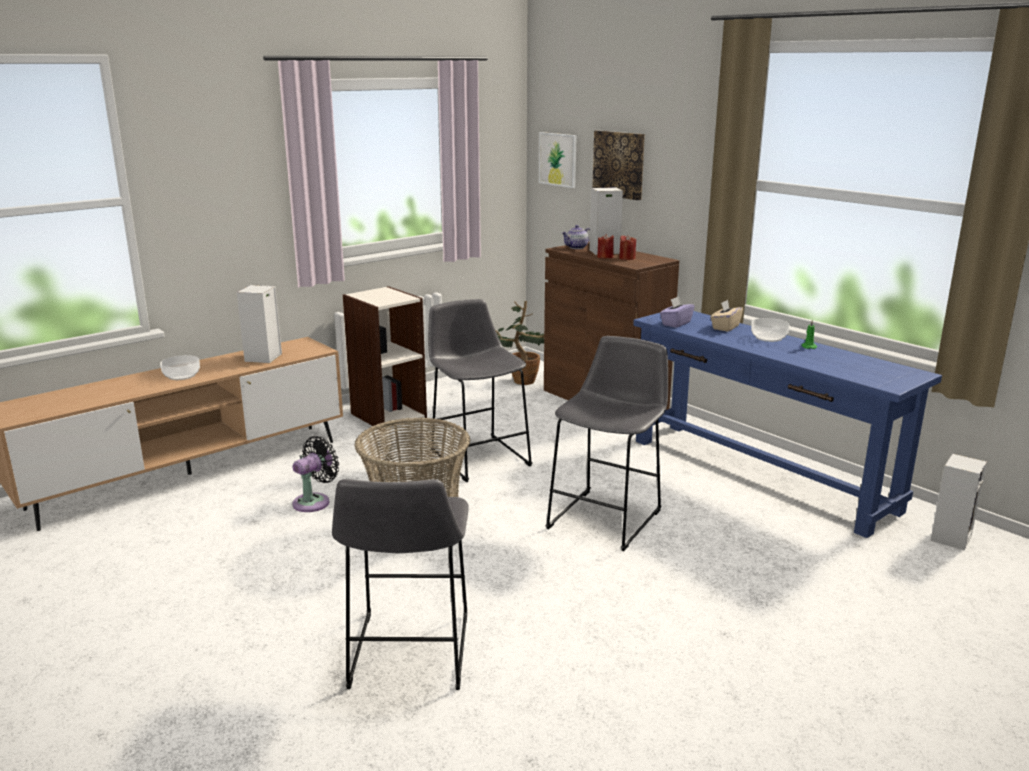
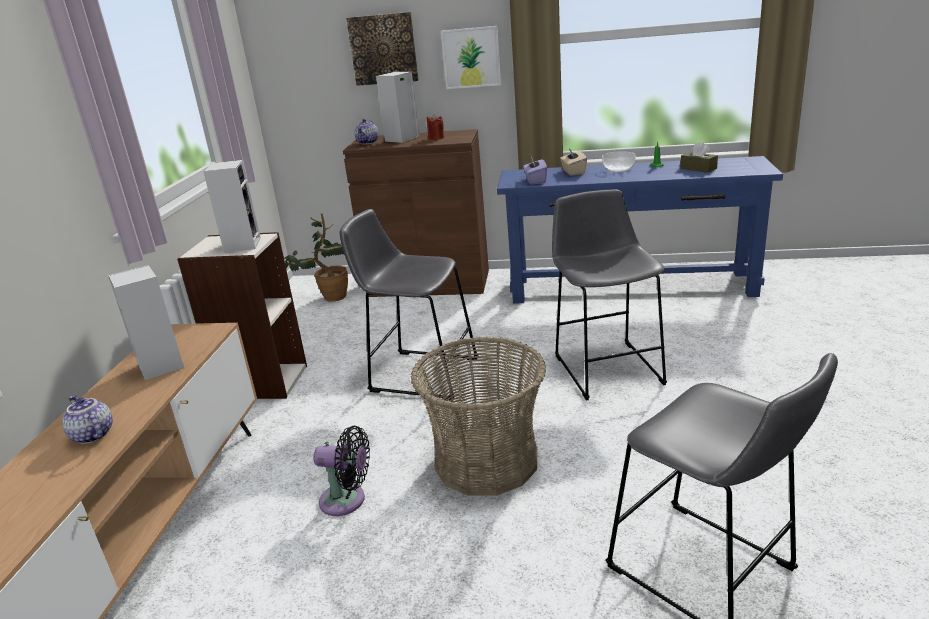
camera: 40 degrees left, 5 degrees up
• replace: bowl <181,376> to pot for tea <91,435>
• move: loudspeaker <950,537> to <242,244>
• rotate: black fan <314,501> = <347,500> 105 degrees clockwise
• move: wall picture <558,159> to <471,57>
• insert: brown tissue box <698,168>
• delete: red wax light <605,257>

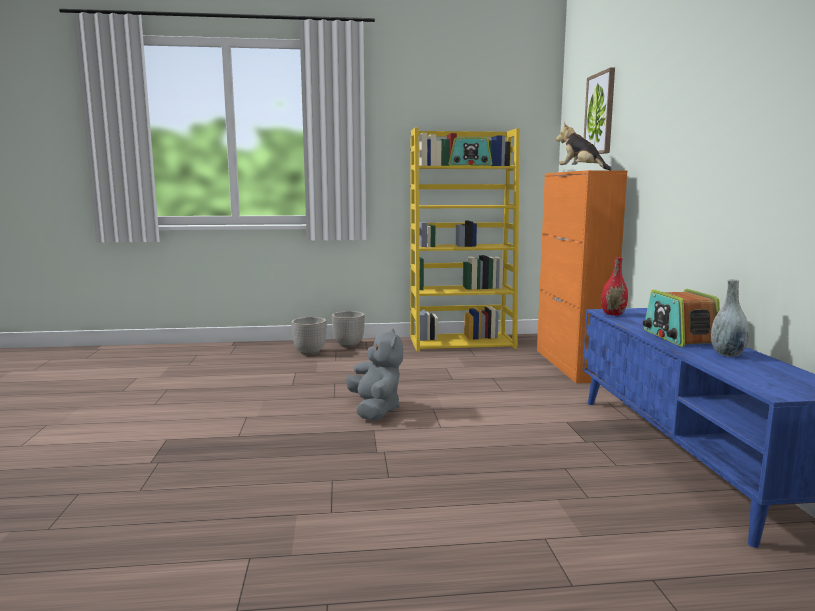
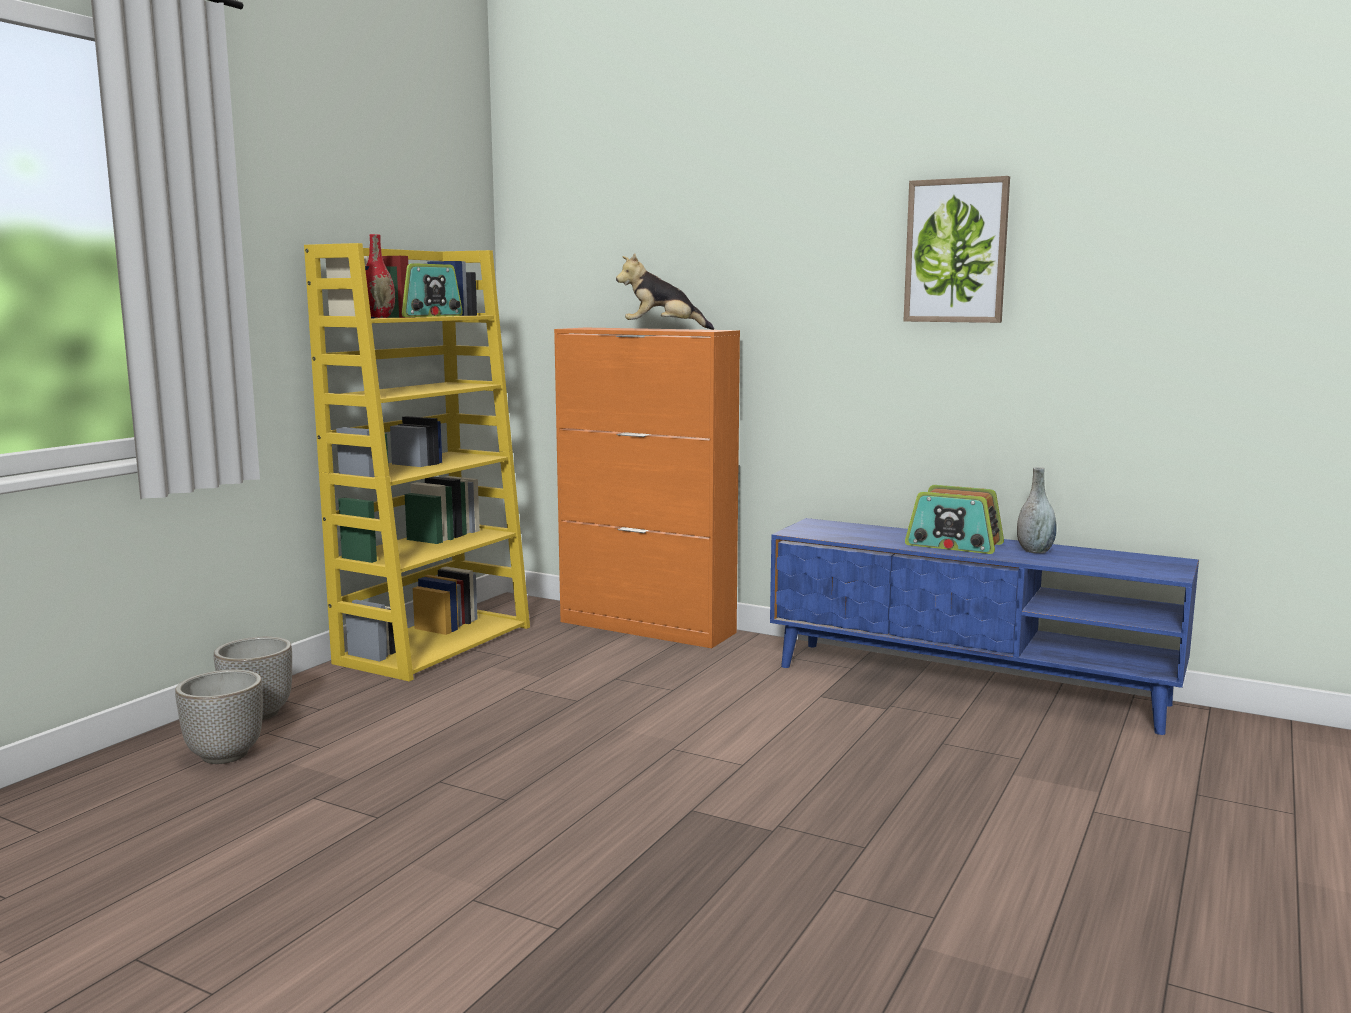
camera: 55 degrees left, 0 degrees up
• move: red vase <613,314> to <377,317>
• move: wall picture <600,114> to <956,251>
• delete: grey cuddly toy <375,410>

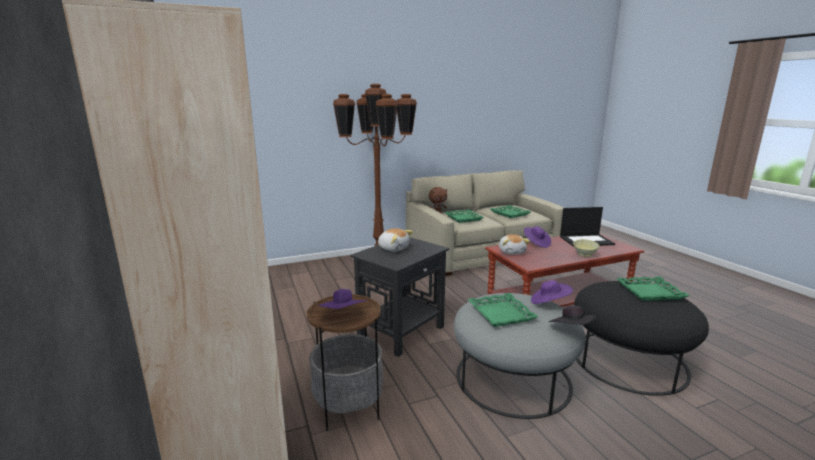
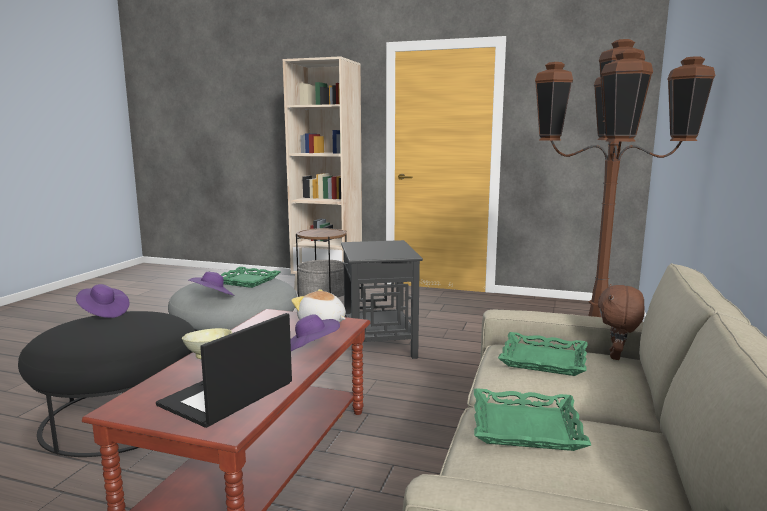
camera: 130 degrees right, 5 degrees down
• move: purple-coloured clothing hat <344,315> to <103,313>
• delete: cuddly toy <393,248>
• delete: black clothing hat <571,330>
• delete: green serving tray <650,292>

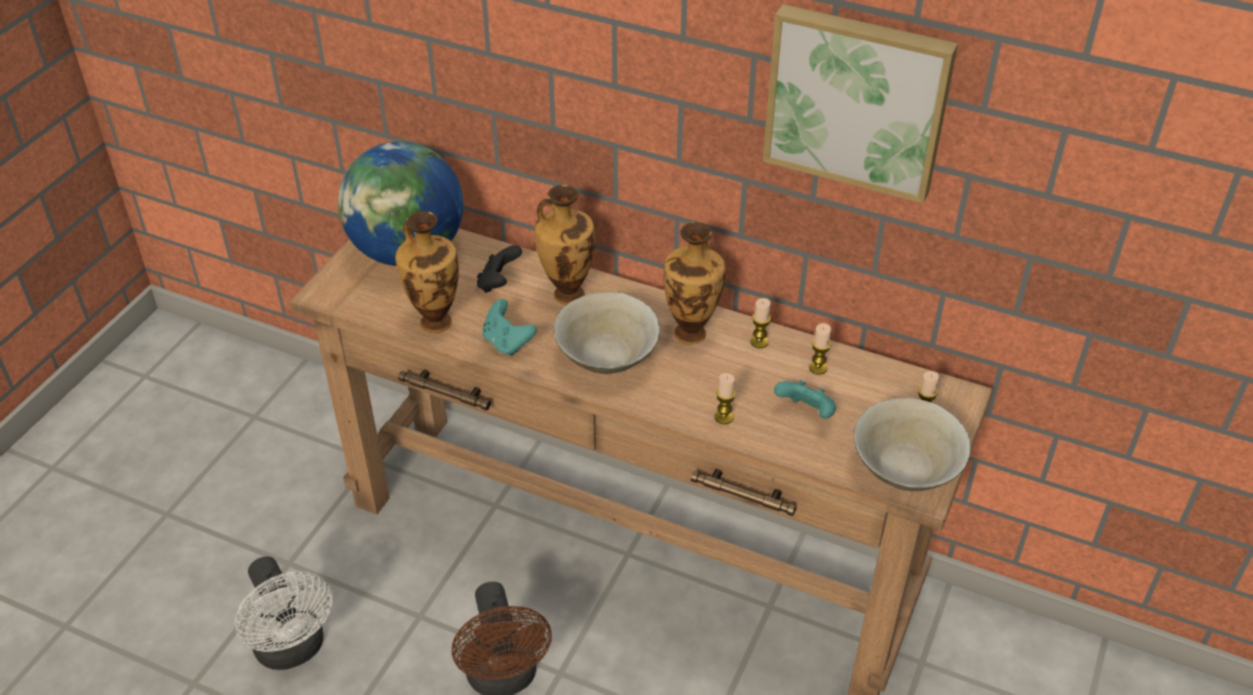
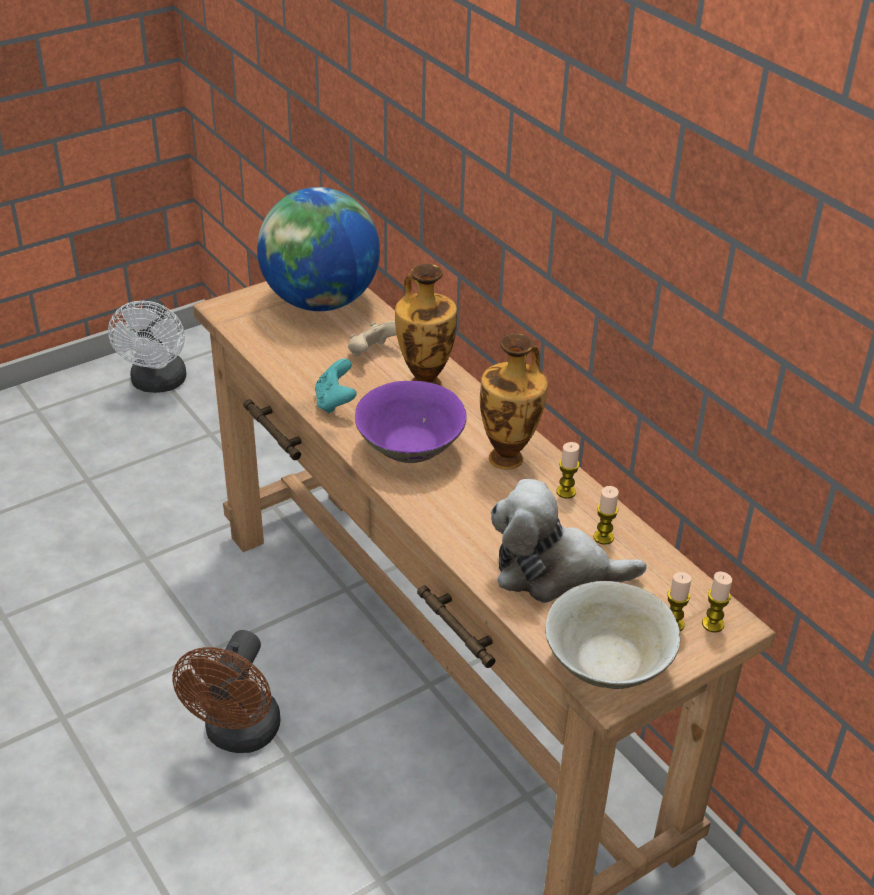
camera: 30 degrees right, 5 degrees down
• move: whitish fan <293,650> to <157,384>
• recolor: black gamepad <499,283> to beige gamepad <373,353>
• recolor: beige bowl <606,358> to purple-coloured bowl <410,448>
• replace: blue-green gamepad <806,413> to cuddly toy <554,571>
• move: wax light <724,417> to <713,624>
• delete: vase <435,320>
• delete: wall picture <857,100>

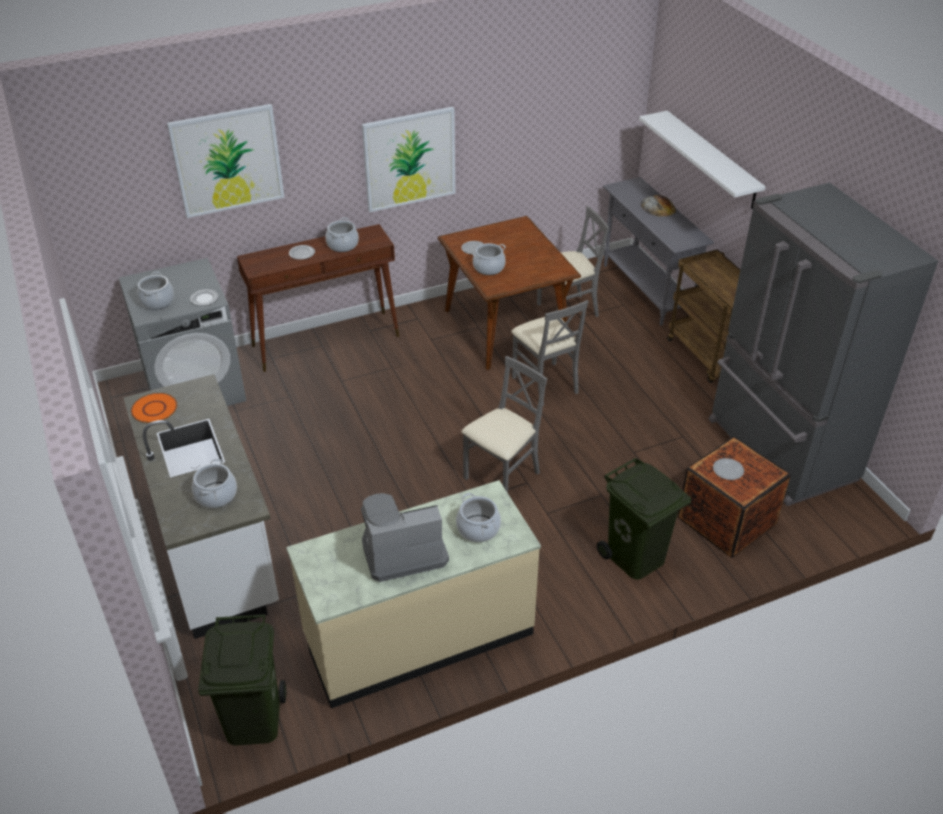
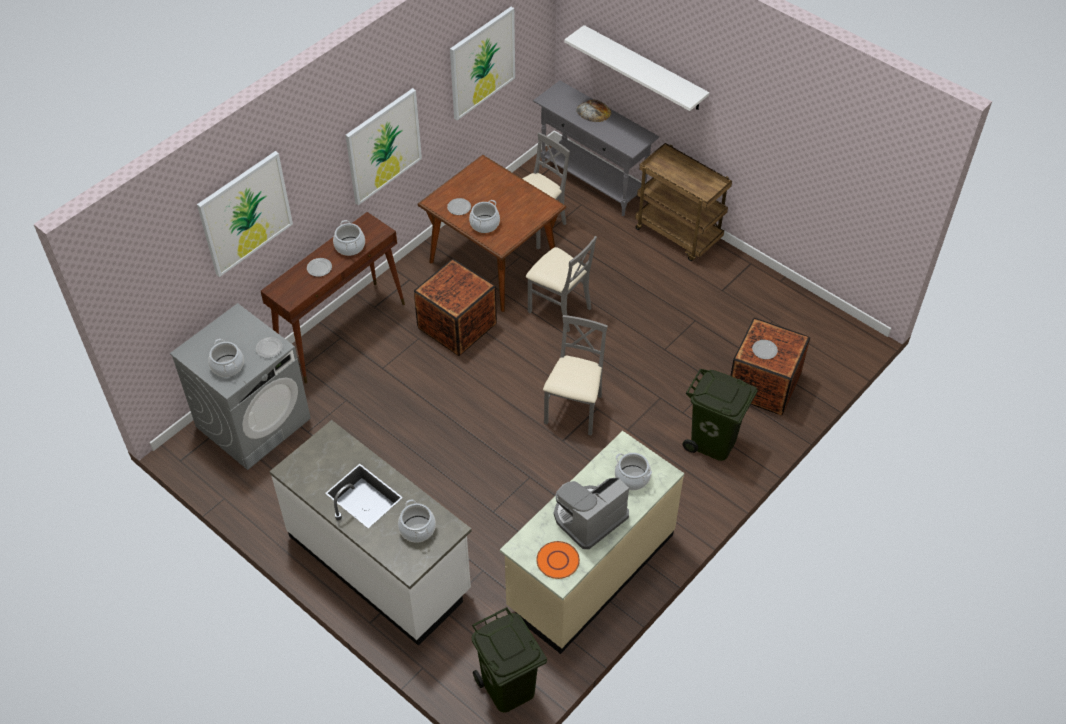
camera: 25 degrees left, 10 degrees up
• insert: packing crate <457,325>
• insert: wall picture <482,63>
• move: orangey flat dish <154,409> to <557,561>
• delete: grey fridge <779,451>

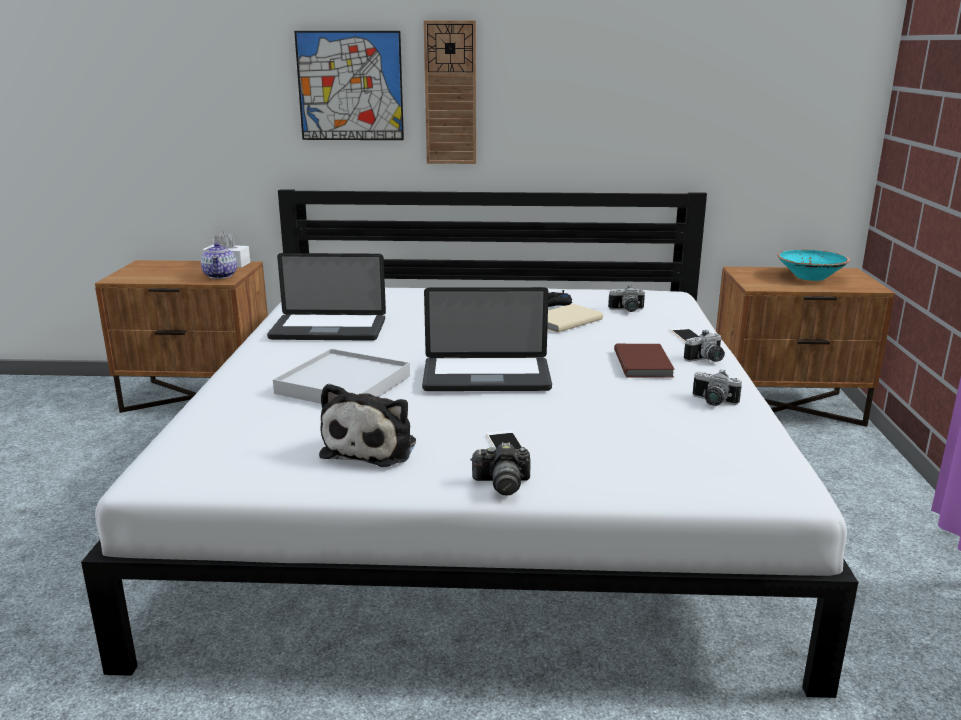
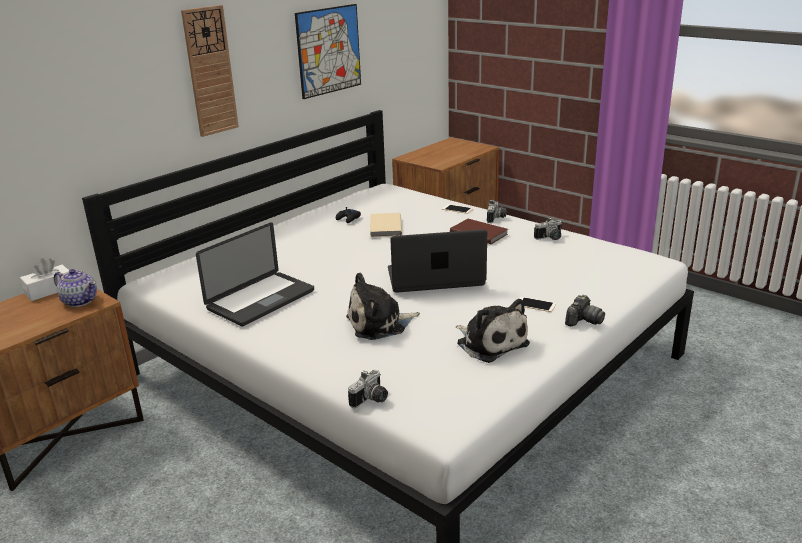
camera: 50 degrees left, 5 degrees up
• move: wall picture <350,86> to <329,50>
• replace: whitish serving tray <343,385> to cuddly toy <379,324>
• move: still camera <627,310> to <371,400>
• rotate: laptop <486,377> = <435,278> 135 degrees counterclockwise
• delete: blue-green bowl <810,277>

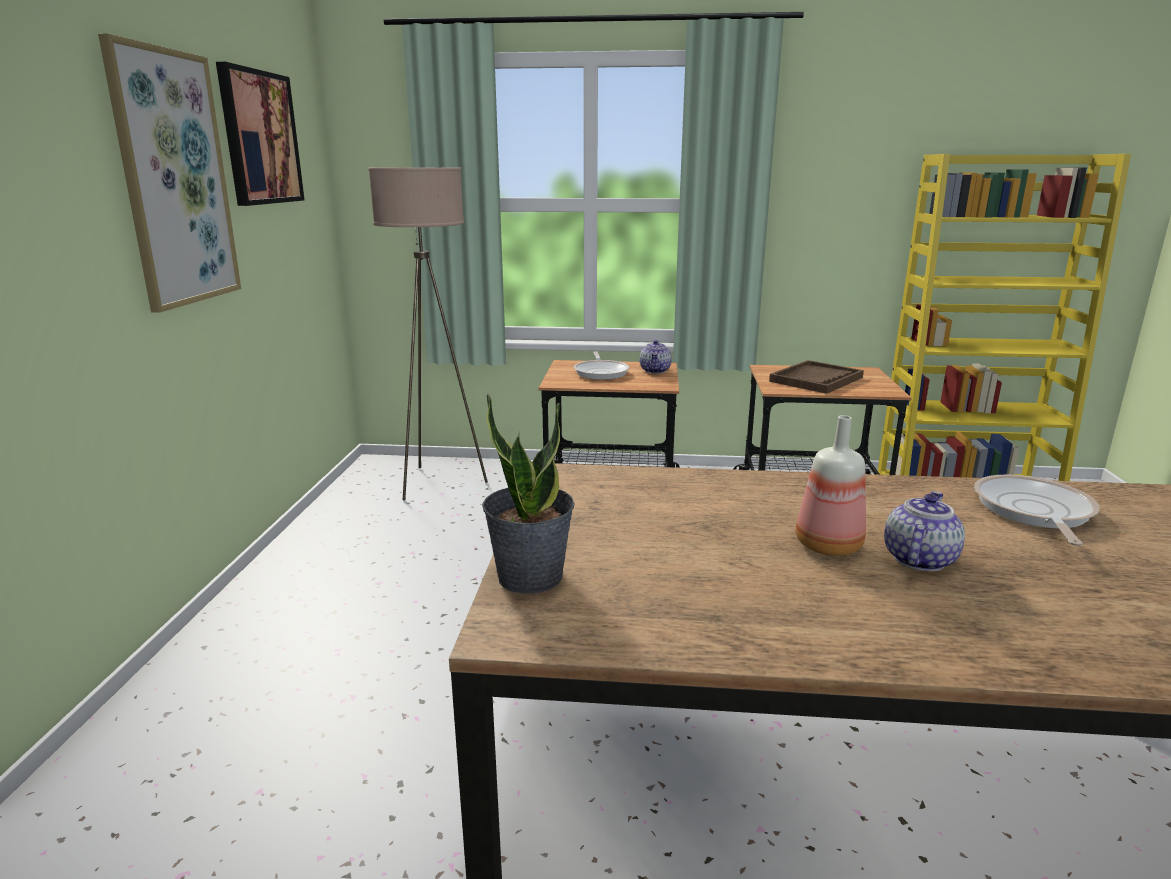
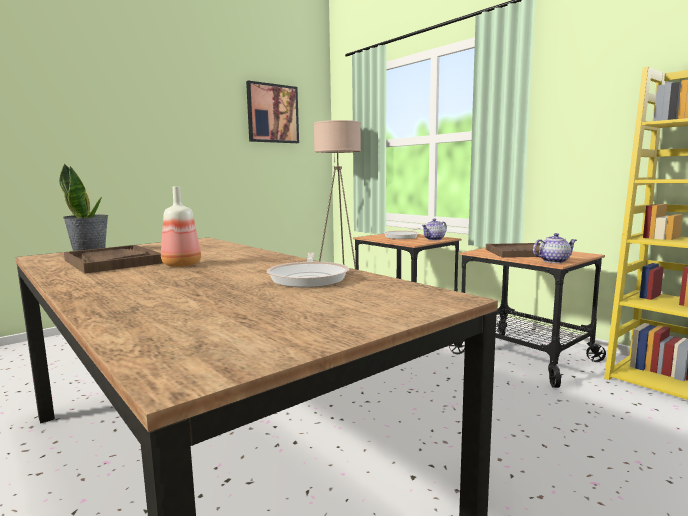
camera: 45 degrees right, 10 degrees down
• insert: brown serving tray <113,261>
• rotate: pan <1033,511> = <309,278> 120 degrees clockwise
• move: pot for tea <918,559> to <554,261>
• delete: wall picture <174,180>

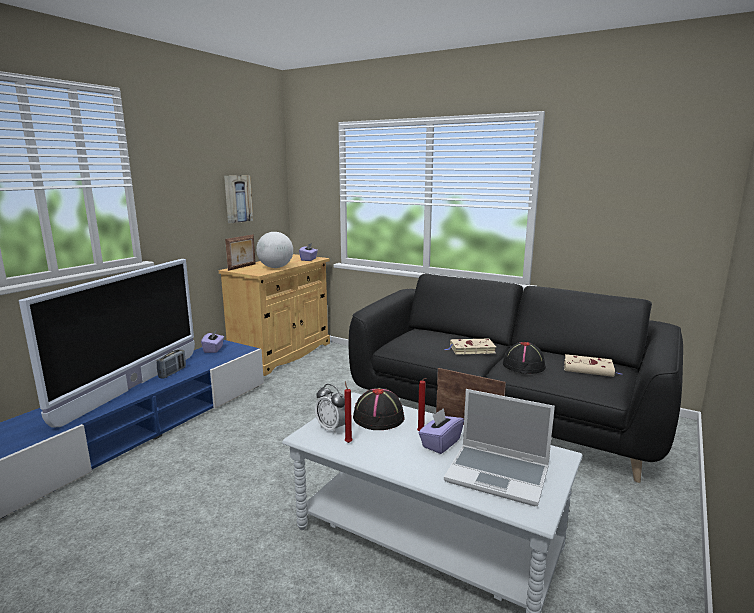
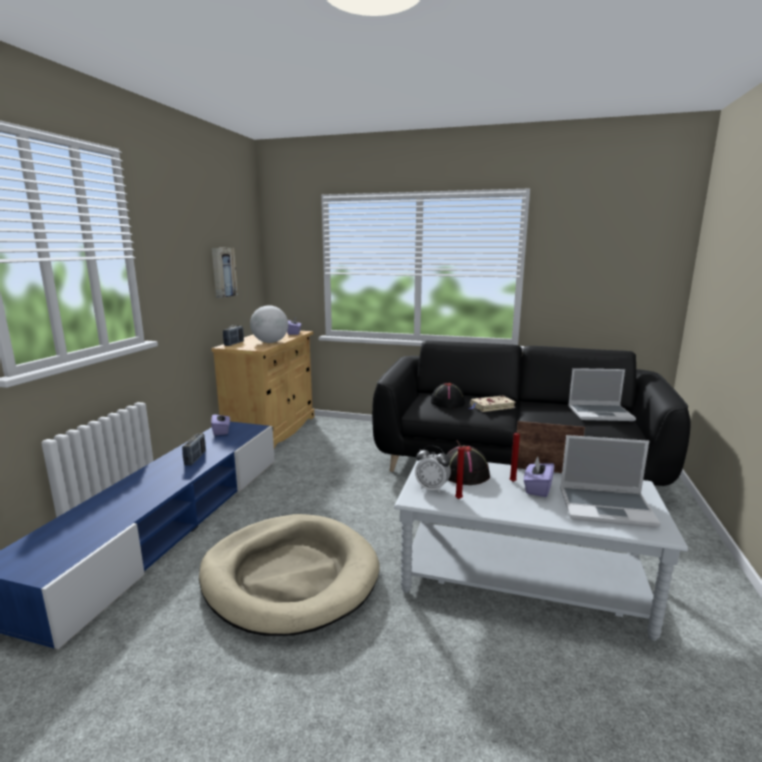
camera: 15 degrees left, 0 degrees up
• insert: beige dog cushion <290,576>
• replace: standing frame <242,267> to radio <234,344>
• move: black clothing hat <523,365> to <447,402>
• replace: beige volume <589,369> to laptop <600,413>
• delete: TV set <133,387>

